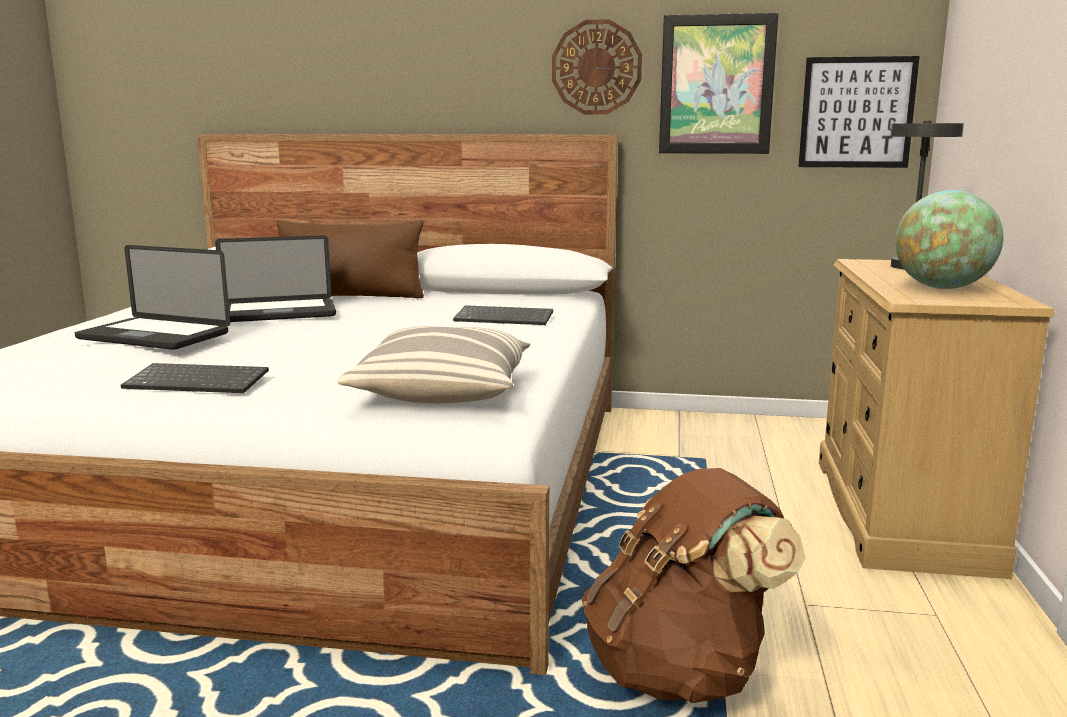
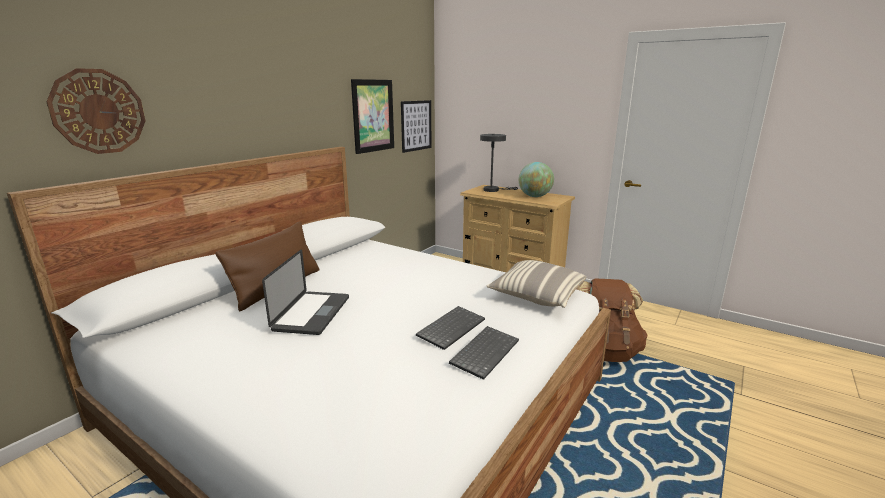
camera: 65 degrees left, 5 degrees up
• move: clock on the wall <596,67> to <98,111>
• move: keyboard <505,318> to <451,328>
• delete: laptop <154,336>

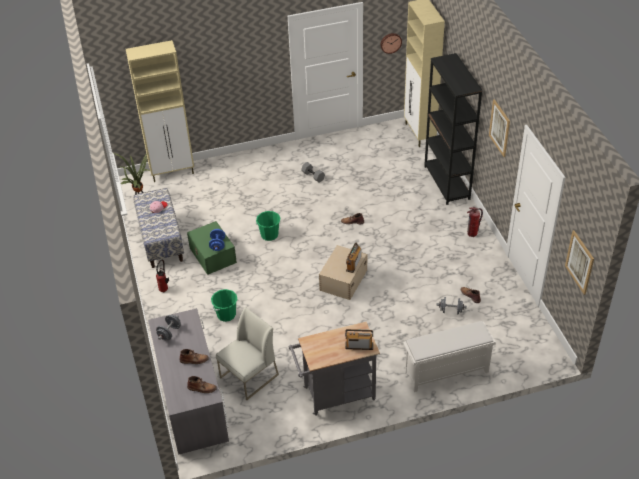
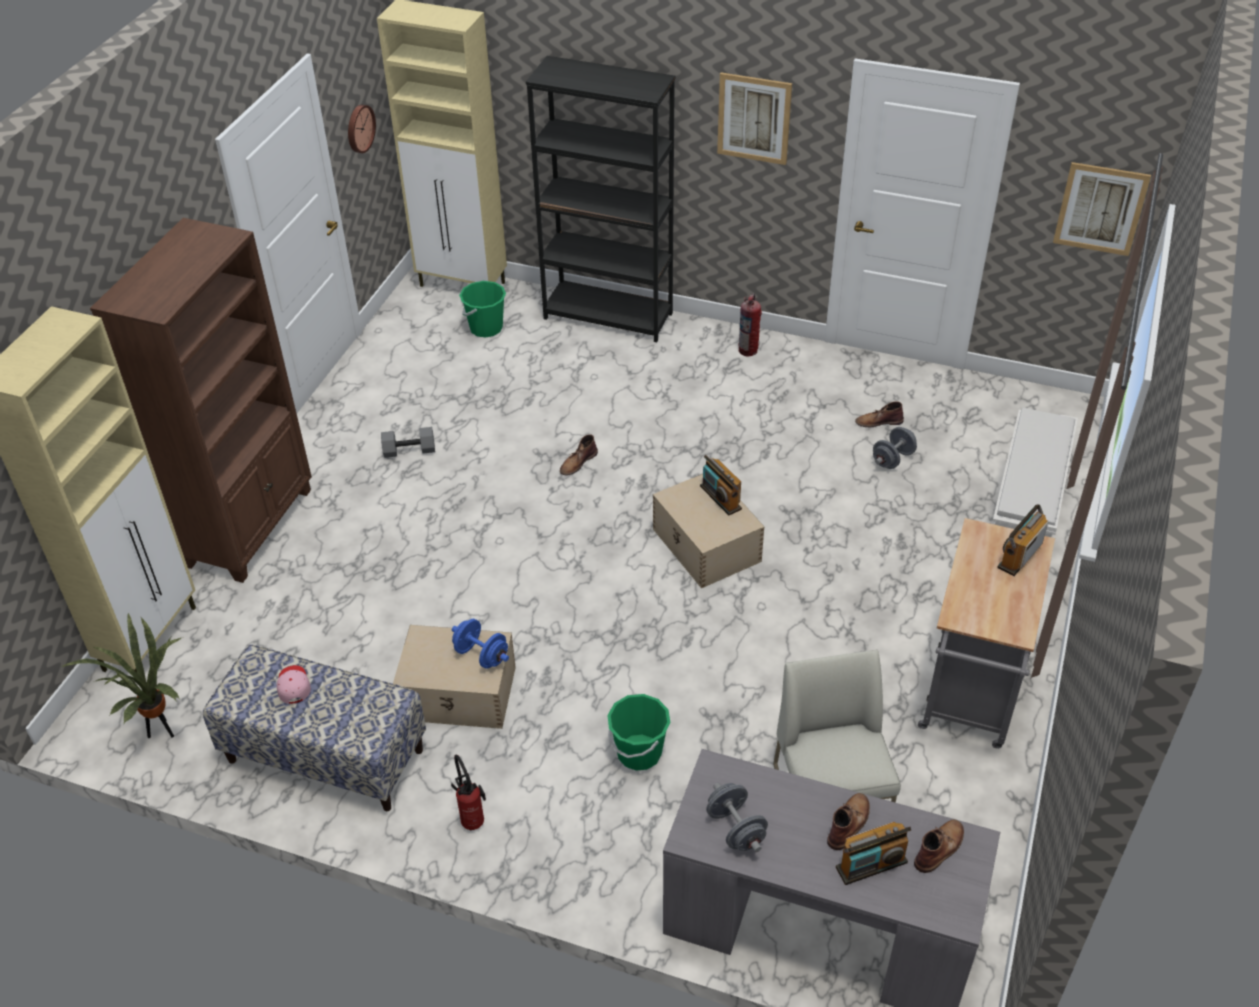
camera: 55 degrees left, 0 degrees up
• insert: brown shelving unit <250,527>
• recolor: green storage box <213,256> to beige storage box <459,693>
• move: green pail <269,235> to <486,328>
• insert: radio <871,865>

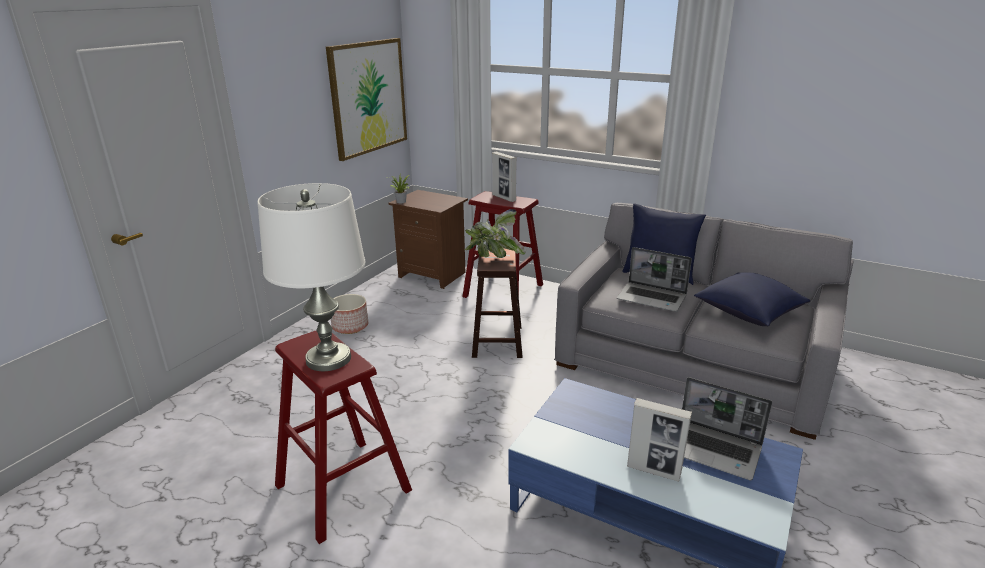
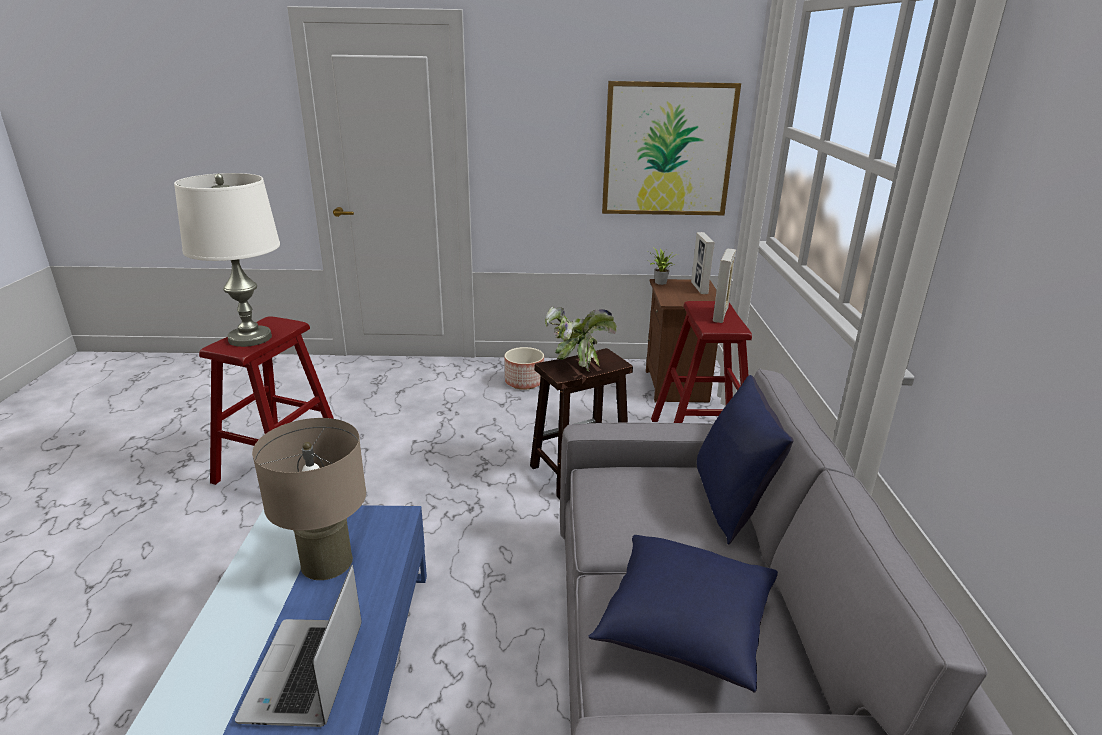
camera: 60 degrees right, 0 degrees up
• insert: beige lamp for a table <326,562>
• move: standing frame <654,471> to <699,288>
• delete: laptop <652,298>

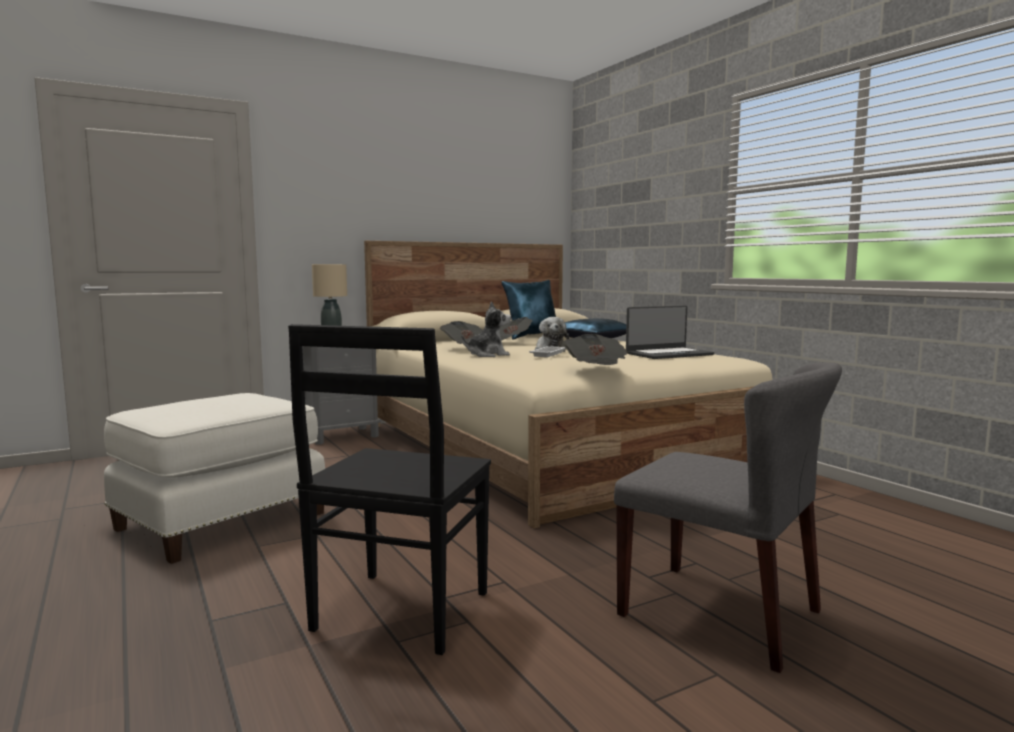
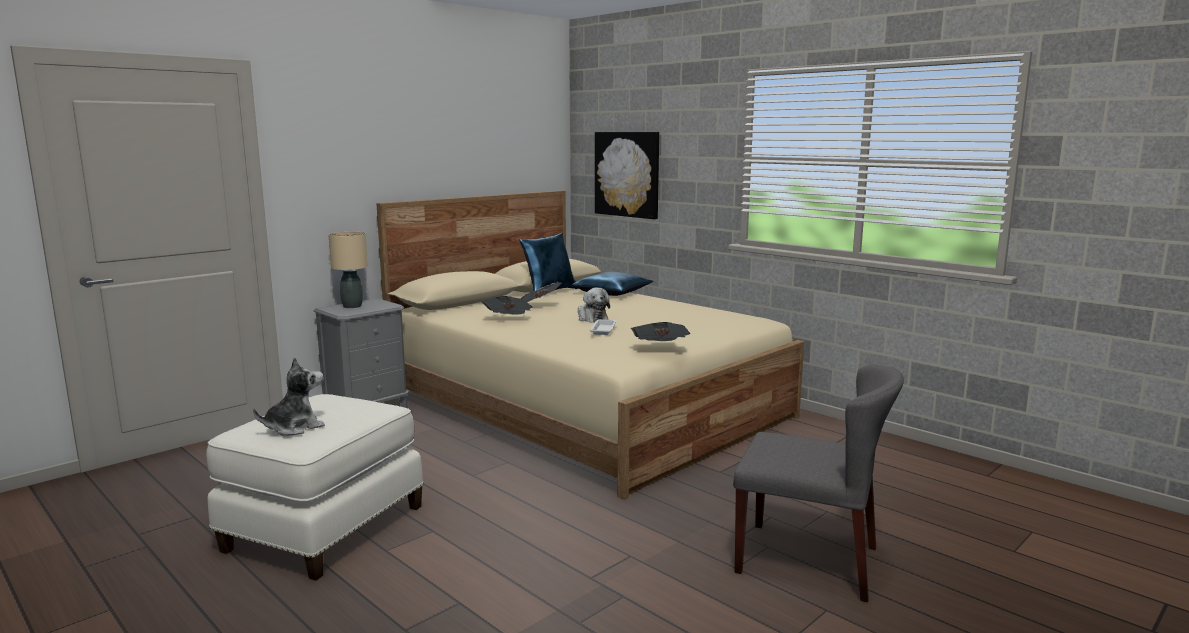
camera: 15 degrees left, 5 degrees up
• move: cuddly toy <487,355> to <294,427>
• insert: wall picture <627,174>
• delete: black plain chair <399,613>
• delete: laptop <668,354>

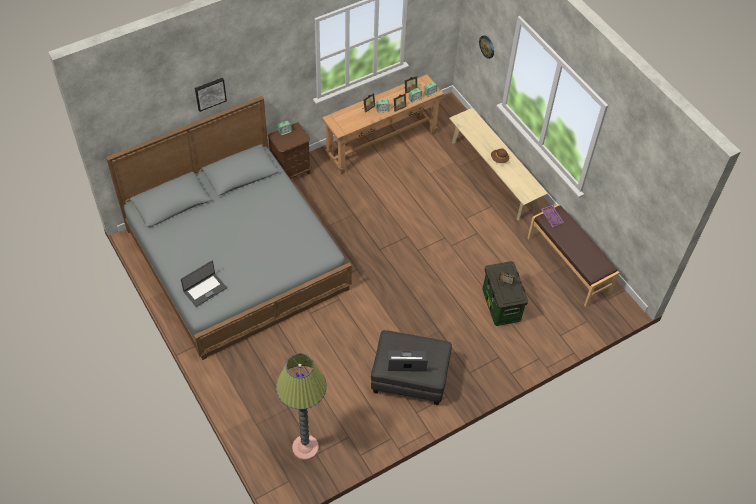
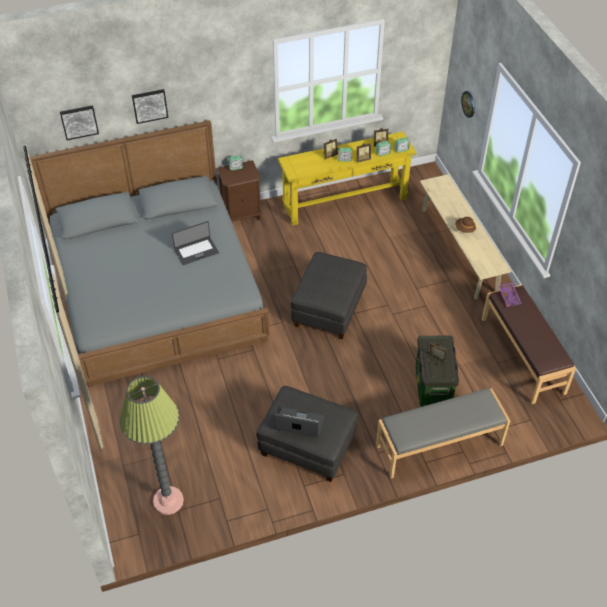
camera: 15 degrees right, 5 degrees down
• insert: wall picture <79,121>
• move: laptop <205,289> to <196,251>
• recolor: brown console table <381,144> to yellowish console table <345,202>
• insert: grey pouffe <329,309>
• insert: grey bench <439,445>

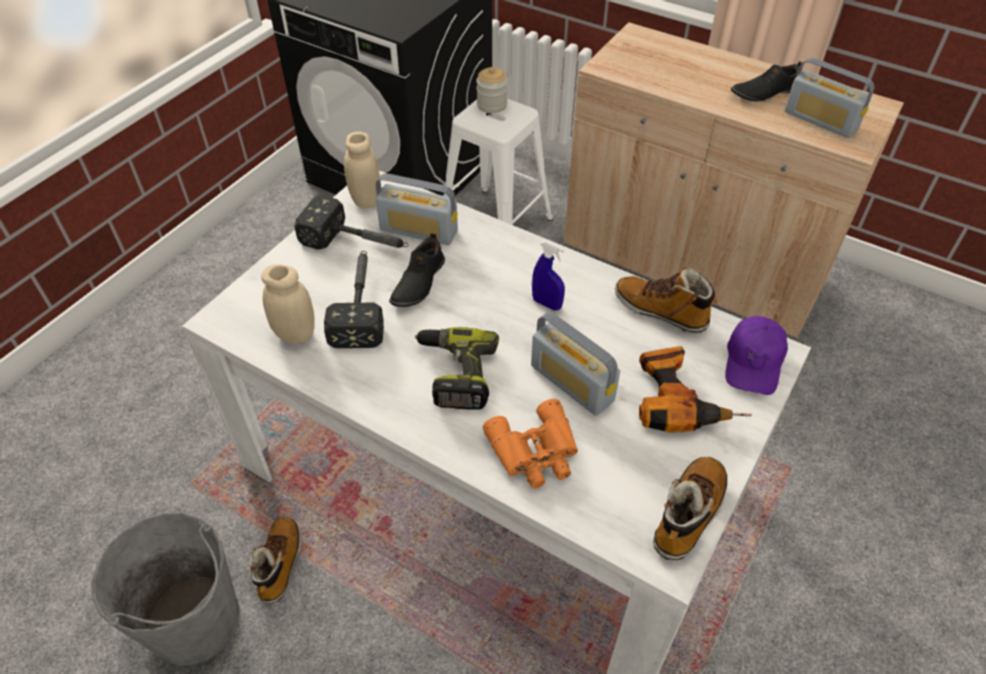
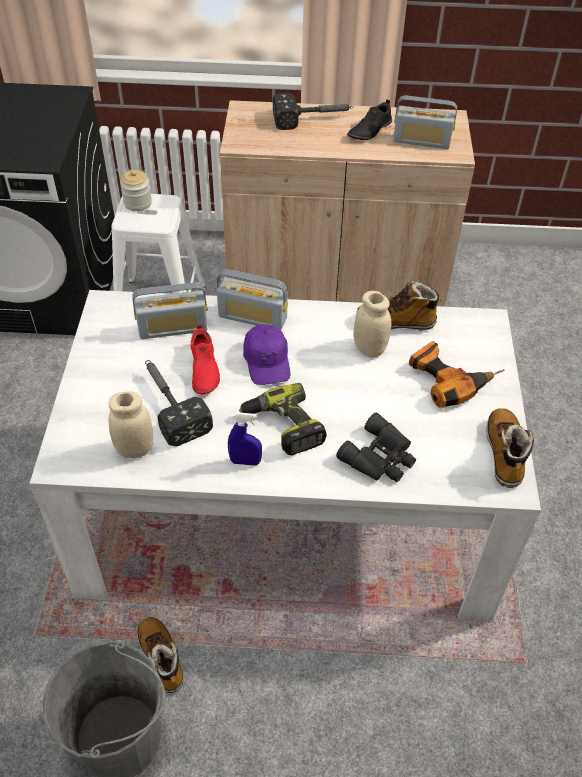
camera: 30 degrees left, 0 degrees up
• recolor: black item of footwear <418,282> to red item of footwear <203,369>
• move: radio <572,383> to <252,317>
• move: bluish hand sprayer <546,304> to <245,461>
• move: purple-coloured cap <753,362> to <267,361>
• move: hammer <358,243> to <313,119>
• recolor: orangey pair of binoculars <536,452> to black pair of binoculars <380,457>
• move: beige preserve jar <366,200> to <369,349>

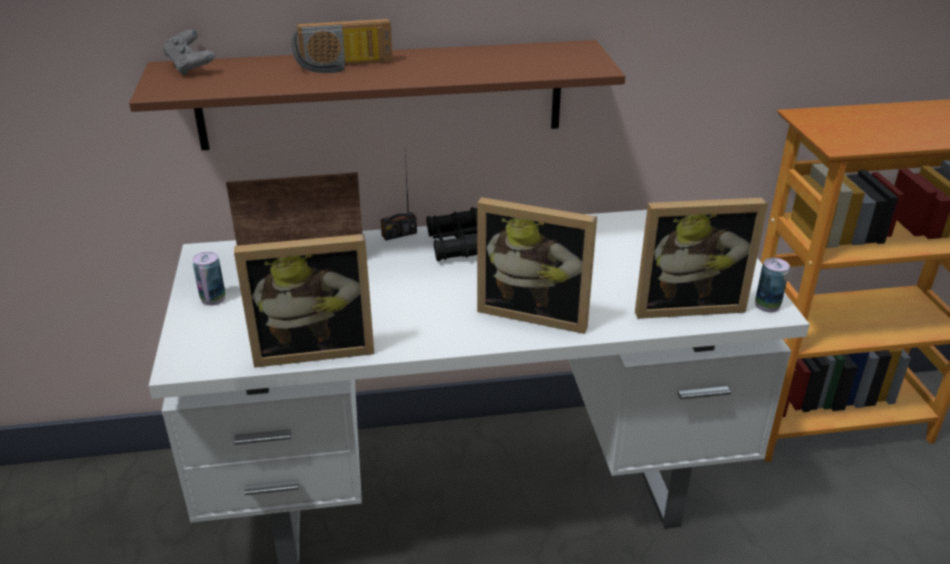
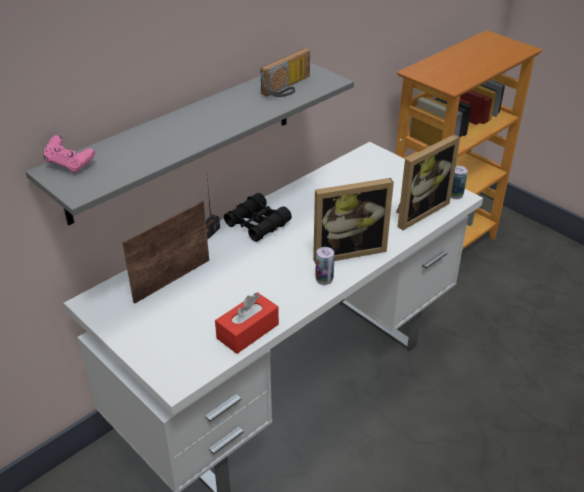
camera: 35 degrees left, 5 degrees up
• recolor: brown shelf <381,95> to grey shelf <183,139>
• recolor: grey gamepad <191,67> to pinkish gamepad <70,165>
• replace: standing frame <314,348> to red tissue box <247,331>
• move: radio <344,66> to <288,88>
• move: metal can <213,299> to <324,279>

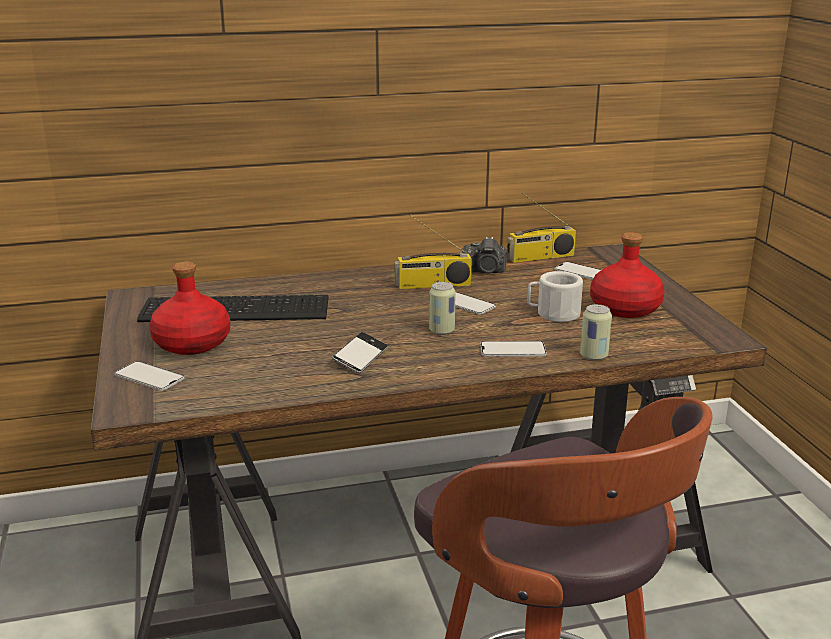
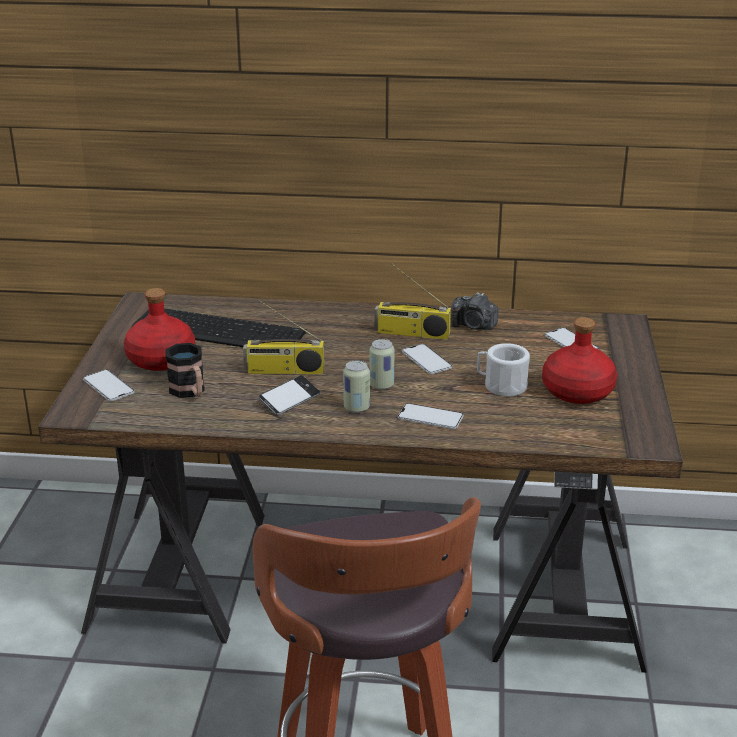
camera: 20 degrees right, 5 degrees up
• insert: mug <190,392>
• move: radio <540,257> to <284,371>
• move: metal can <593,356> to <356,408>

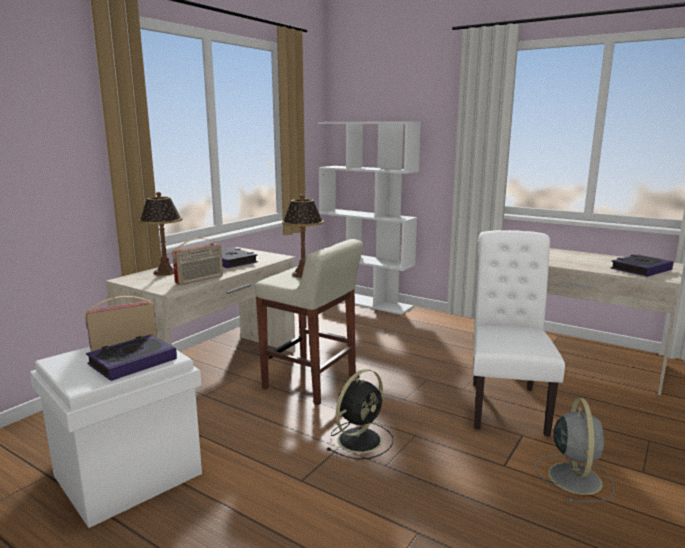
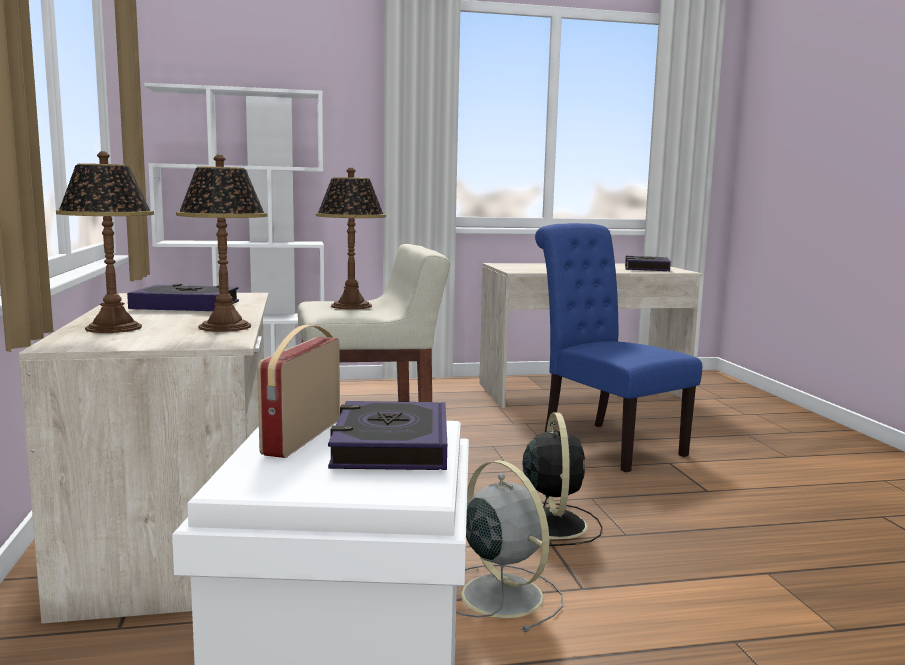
camera: 45 degrees left, 5 degrees down
• replace: radio <200,280> to lamp for a table <225,327>
• move: grey fan <574,477> to <499,594>
• recolor: whitish plain chair <505,404> to bluish plain chair <605,443>

